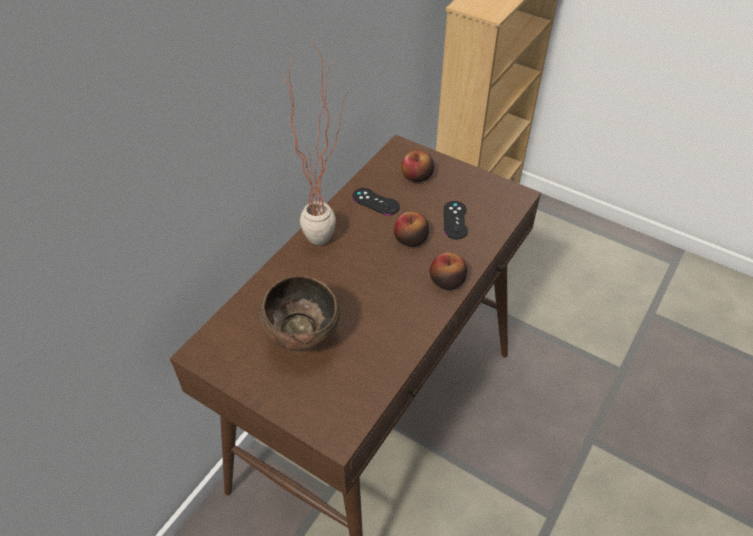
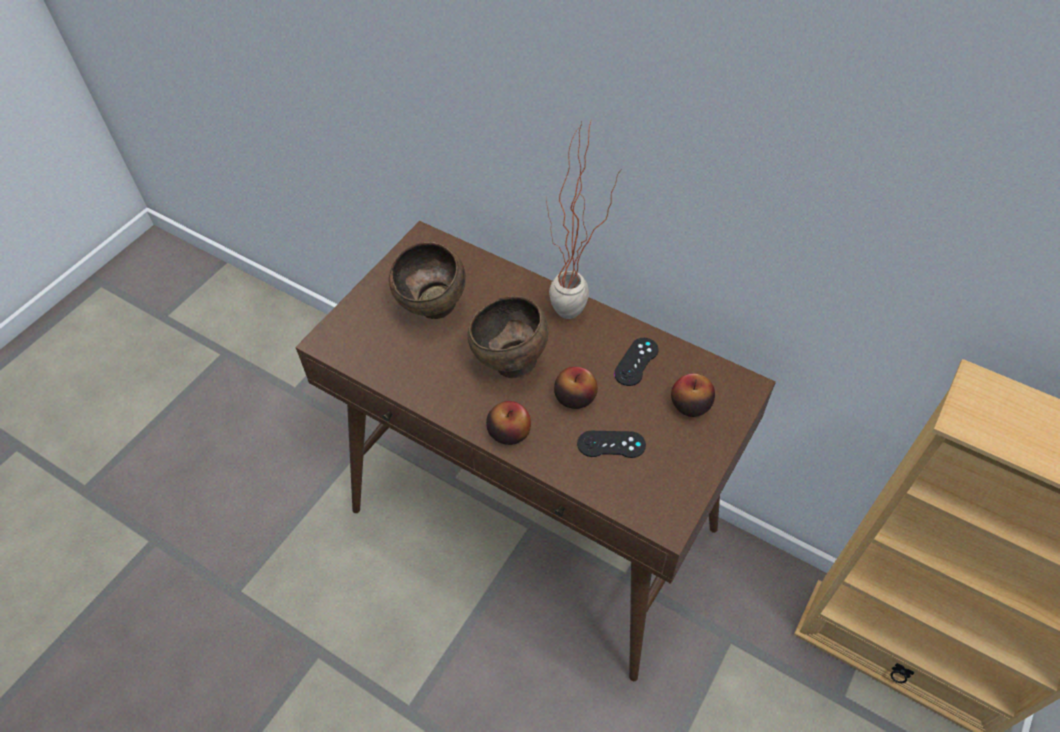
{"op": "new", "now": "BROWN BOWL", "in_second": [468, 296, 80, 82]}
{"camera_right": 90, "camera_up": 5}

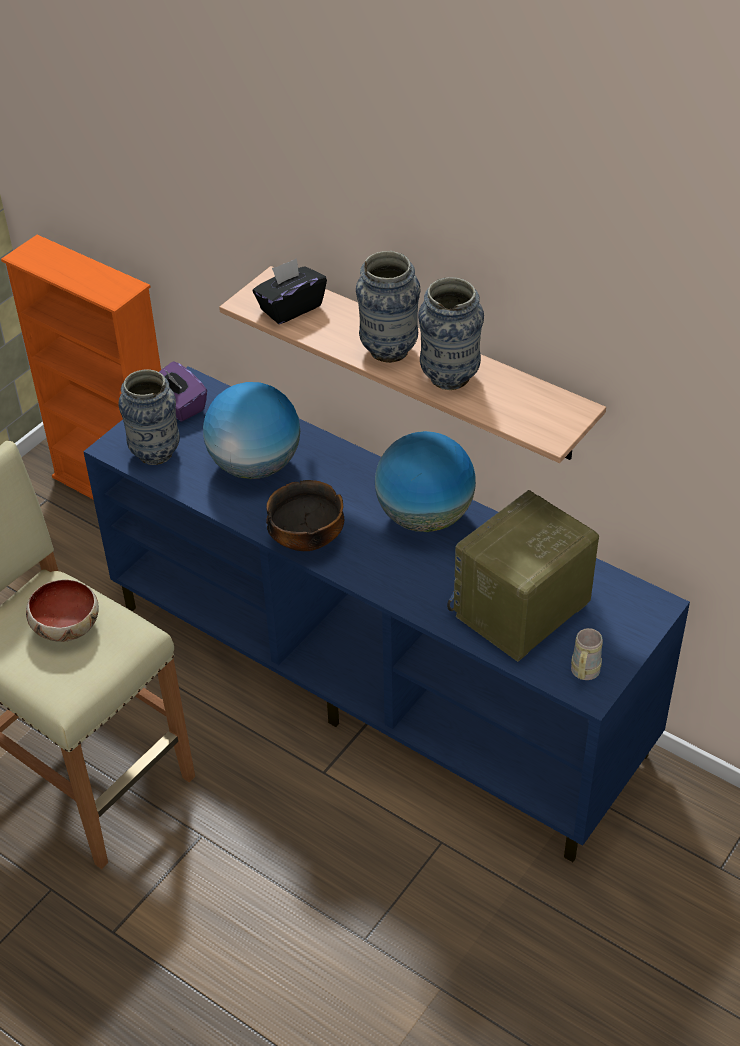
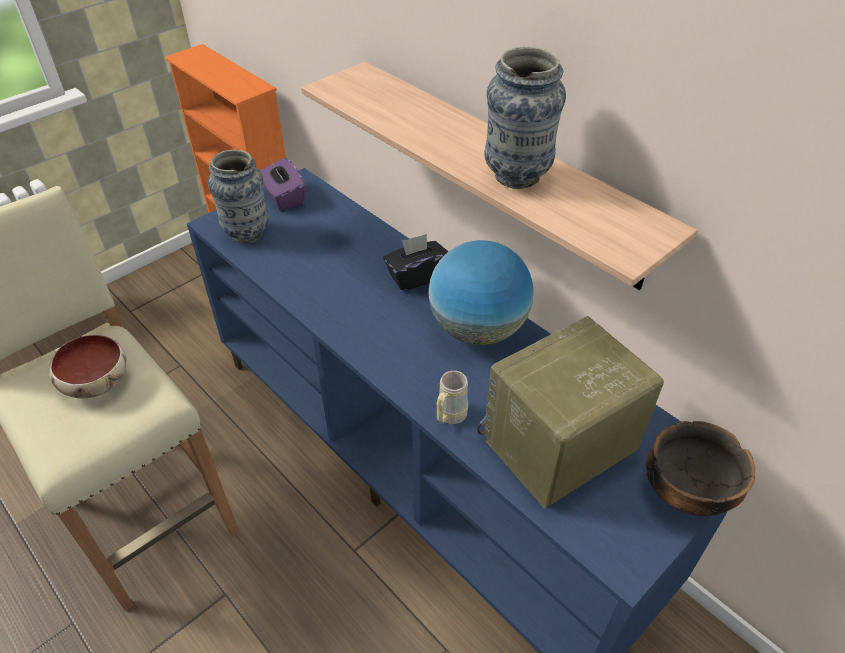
{"op": "gone", "was": "VASE", "in_first": [356, 251, 65, 112]}
{"op": "shifted", "was": "BLACK TISSUE BOX", "in_first": [253, 258, 74, 66], "in_second": [383, 234, 65, 57]}
{"op": "gone", "was": "GLOBE", "in_first": [203, 382, 97, 97]}
{"op": "shifted", "was": "BOWL", "in_first": [266, 480, 78, 71], "in_second": [646, 421, 109, 95]}
{"op": "shifted", "was": "BEIGE MUG", "in_first": [571, 628, 32, 52], "in_second": [437, 371, 31, 53]}
{"camera_right": 10, "camera_up": 0}

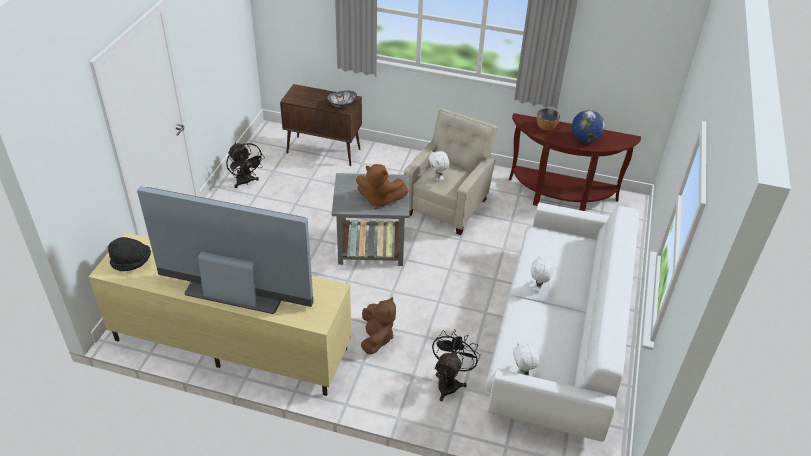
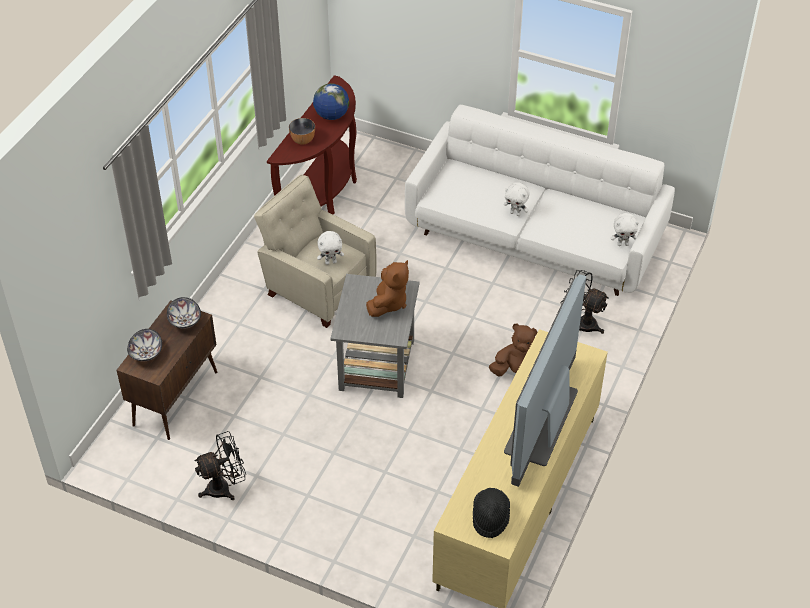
{"op": "new", "now": "BOWL", "in_second": [127, 329, 35, 33]}
{"camera_right": -80, "camera_up": 5}

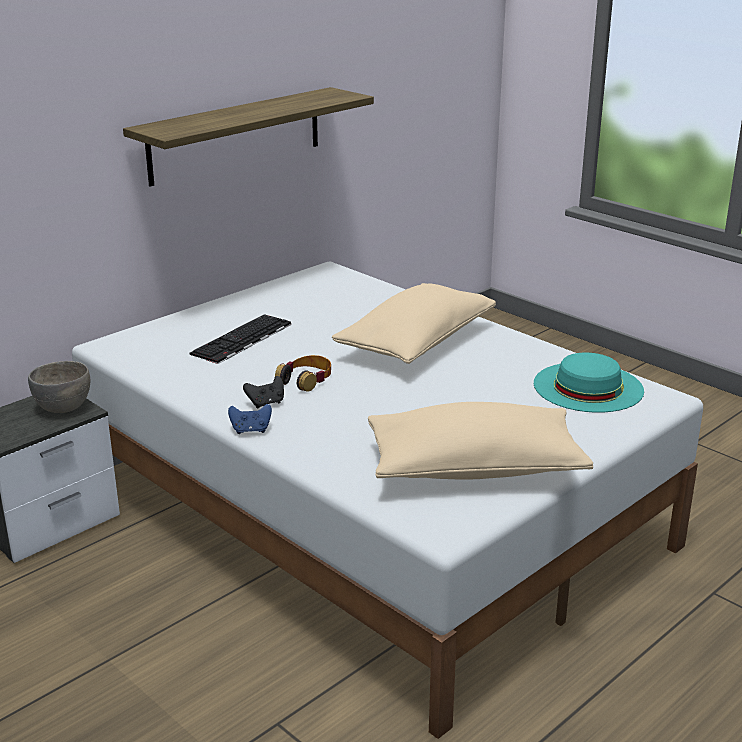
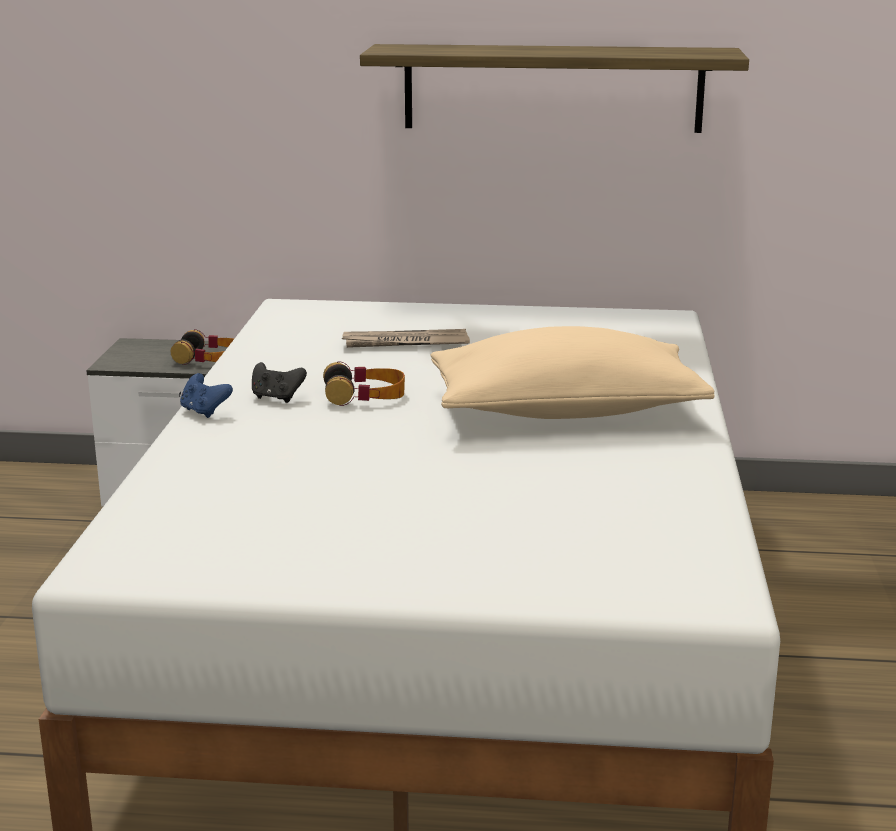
{"op": "swapped", "was": "KEYBOARD", "now": "NEWSPAPER", "in_first": [190, 314, 101, 50], "in_second": [342, 329, 128, 19]}
{"op": "gone", "was": "TURQUOISE HAT", "in_first": [534, 353, 110, 60]}
{"op": "swapped", "was": "GREY BOWL", "now": "HEADPHONES", "in_first": [28, 361, 62, 52], "in_second": [171, 329, 63, 36]}
{"op": "gone", "was": "BEIGE PILLOW", "in_first": [368, 402, 225, 77]}
{"camera_right": 50, "camera_up": -5}

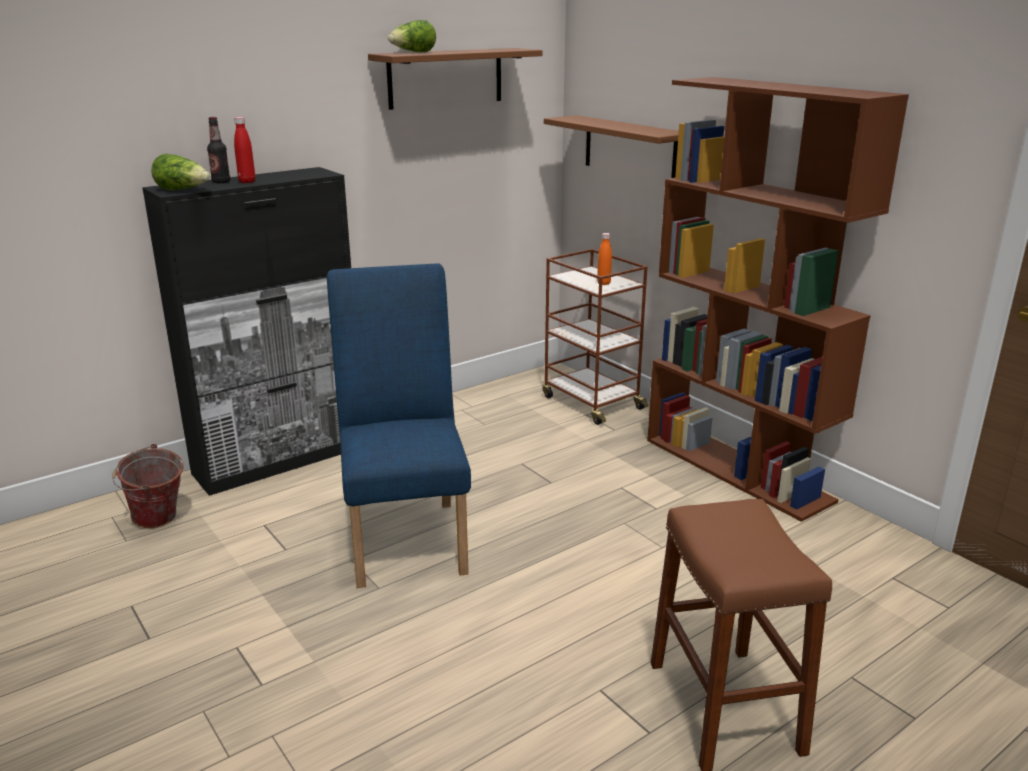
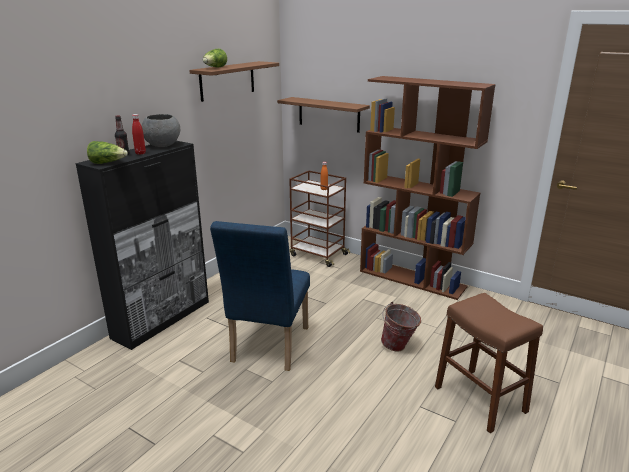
{"op": "rotated", "was": "BLUE CHAIR", "in_first": [327, 263, 144, 325], "in_second": [210, 221, 100, 150], "clockwise": -135}
{"op": "shifted", "was": "BUCKET", "in_first": [112, 444, 72, 84], "in_second": [381, 302, 40, 50]}
{"op": "new", "now": "GREY BOWL", "in_second": [141, 114, 39, 33]}
{"camera_right": -20, "camera_up": 0}

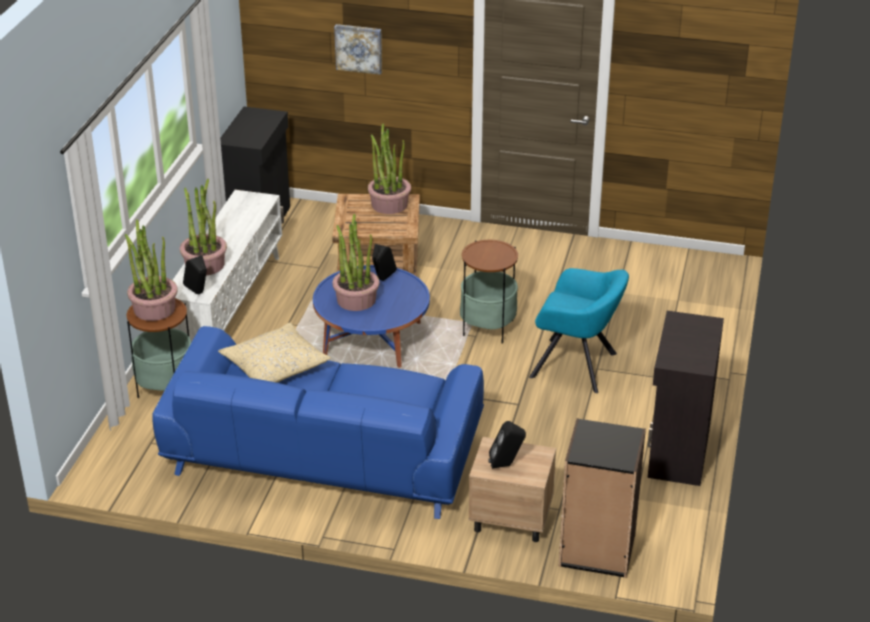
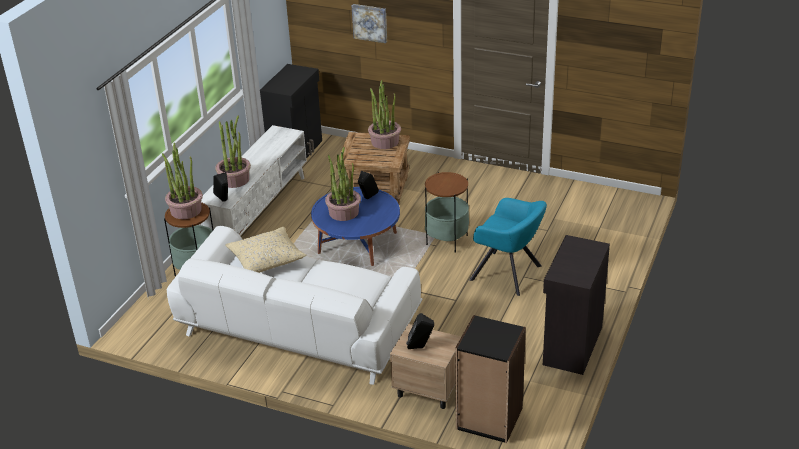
{"op": "repainted", "was": "BLUE SOFA", "now": "WHITE SOFA", "in_first": [152, 326, 332, 193], "in_second": [167, 225, 255, 160]}
{"camera_right": 10, "camera_up": 0}

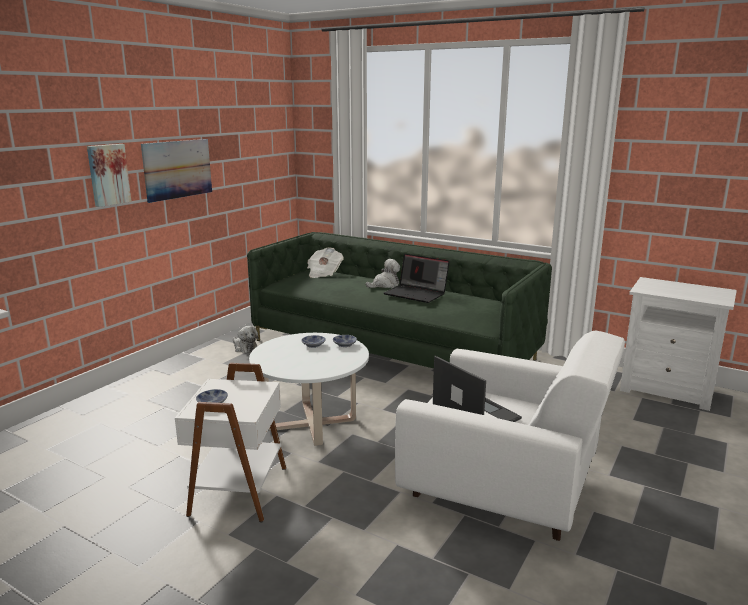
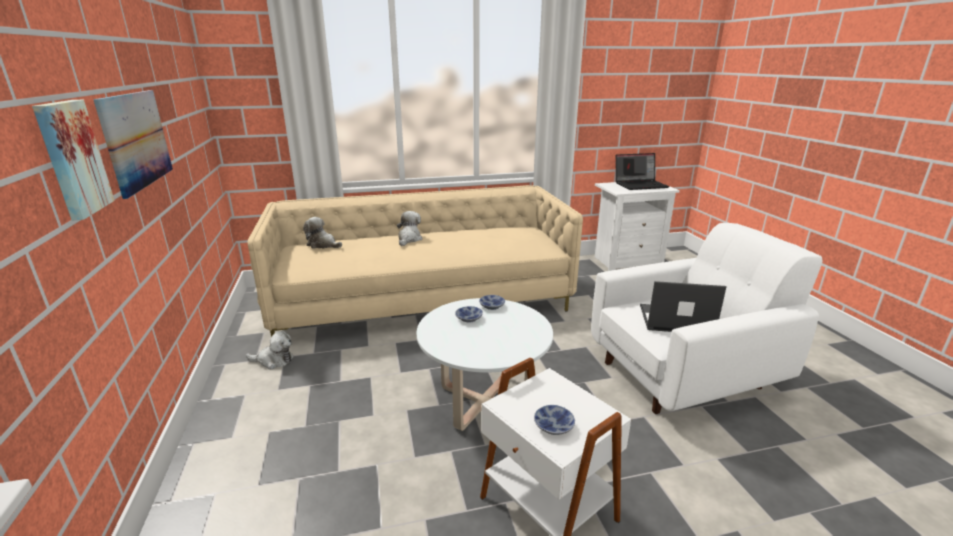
{"op": "repainted", "was": "GREEN SOFA", "now": "BEIGE SOFA", "in_first": [247, 232, 305, 137], "in_second": [248, 185, 335, 152]}
{"op": "swapped", "was": "NEWSPAPER", "now": "PLUSH TOY", "in_first": [307, 247, 37, 31], "in_second": [303, 217, 39, 32]}
{"op": "shifted", "was": "LAPTOP", "in_first": [384, 254, 66, 49], "in_second": [616, 153, 53, 37]}
{"camera_right": -45, "camera_up": 5}

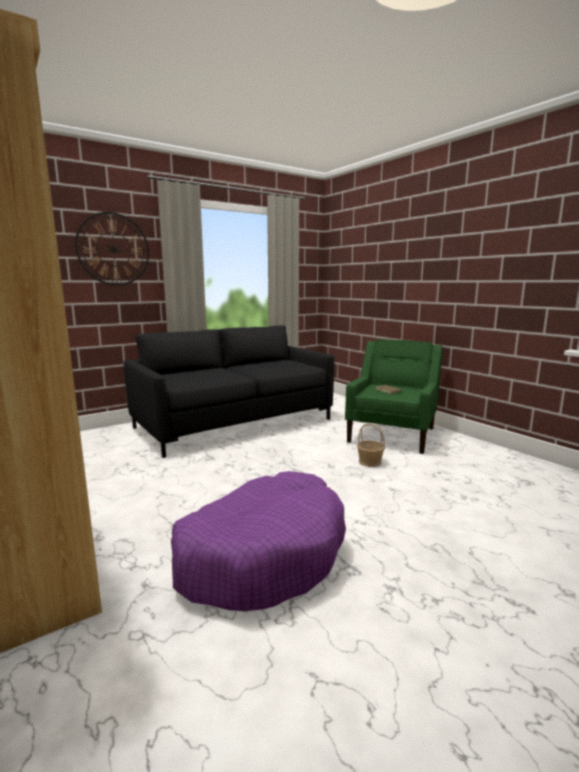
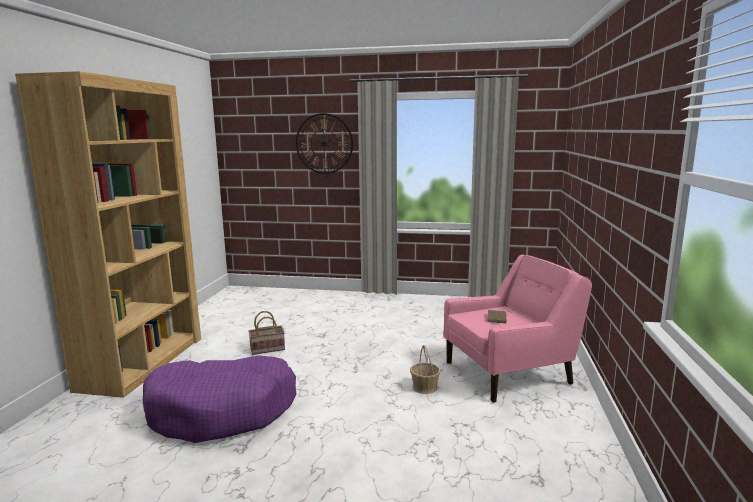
{"op": "gone", "was": "BLACK SOFA", "in_first": [124, 325, 210, 133]}
{"op": "repainted", "was": "GREEN ARMCHAIR", "now": "PINK ARMCHAIR", "in_first": [345, 340, 97, 114], "in_second": [443, 255, 149, 147]}
{"op": "new", "now": "BASKET", "in_second": [248, 311, 37, 44]}
{"camera_right": 45, "camera_up": 0}

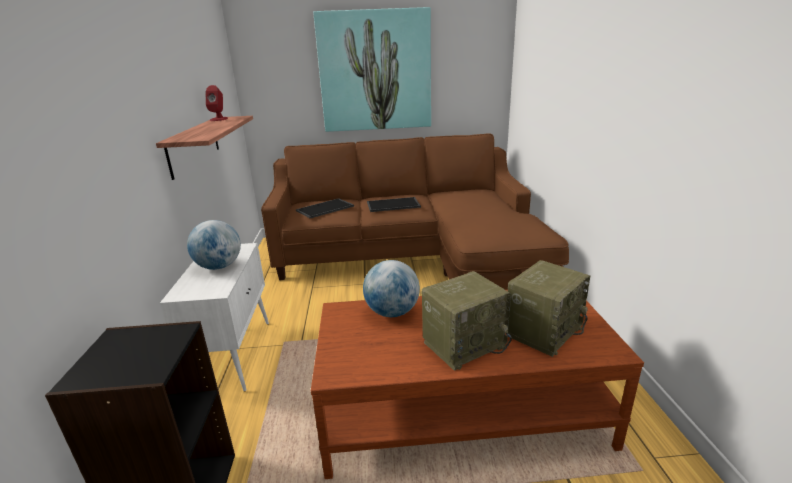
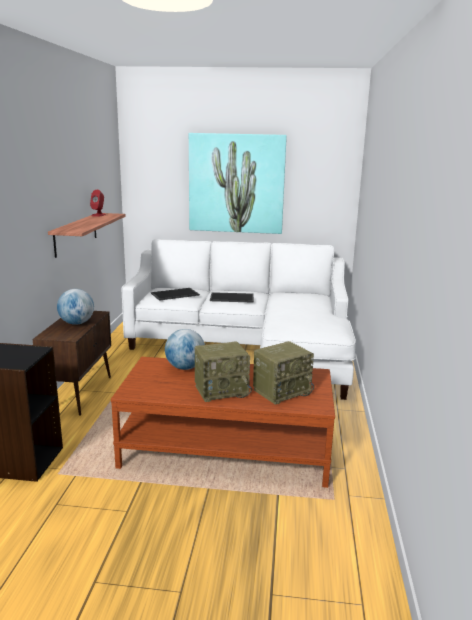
{"op": "repainted", "was": "BROWN SOFA", "now": "WHITE SOFA", "in_first": [261, 133, 308, 157], "in_second": [122, 239, 234, 161]}
{"op": "repainted", "was": "WHITE CABINET", "now": "BROWN CABINET", "in_first": [160, 243, 109, 148], "in_second": [32, 311, 79, 105]}
{"camera_right": 10, "camera_up": -5}

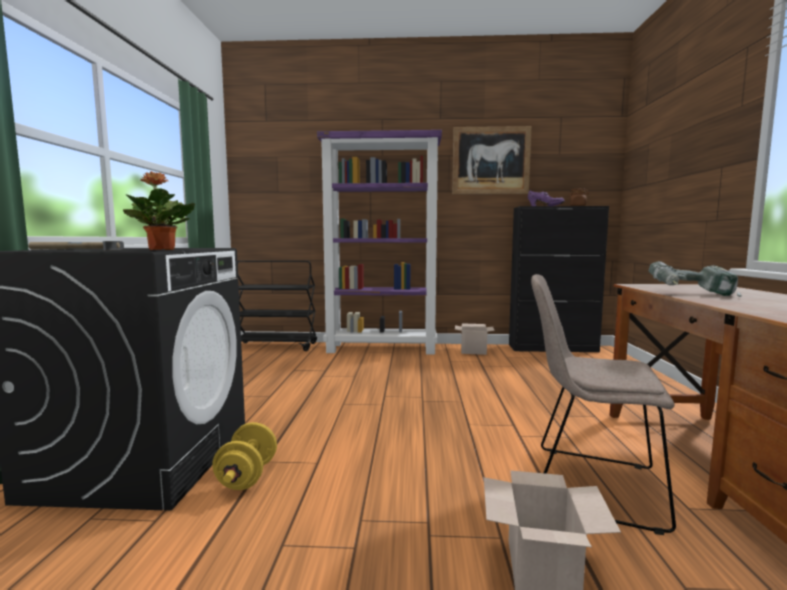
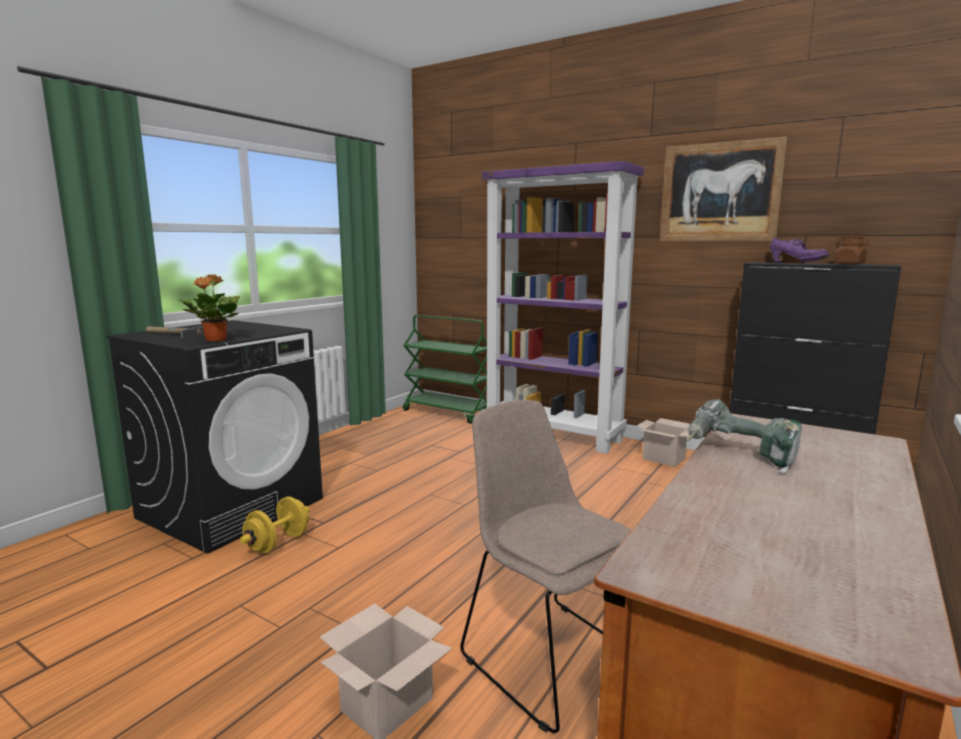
{"op": "repainted", "was": "BLACK CART", "now": "GREEN CART", "in_first": [236, 261, 81, 90], "in_second": [403, 315, 84, 109]}
{"camera_right": 30, "camera_up": 5}

